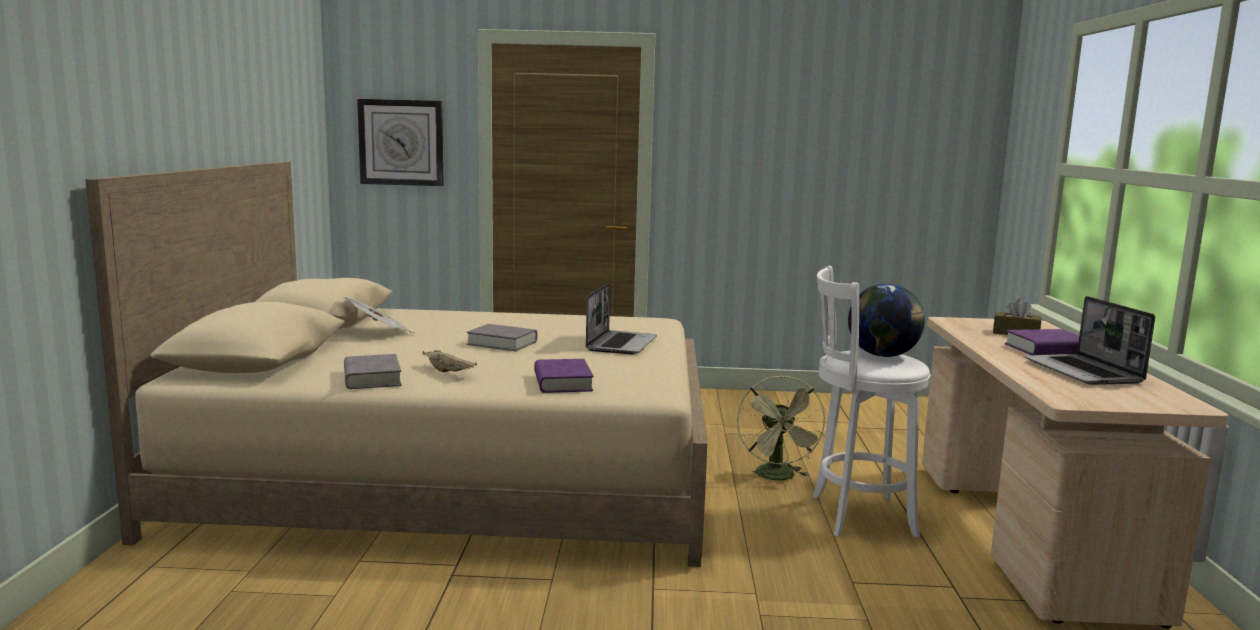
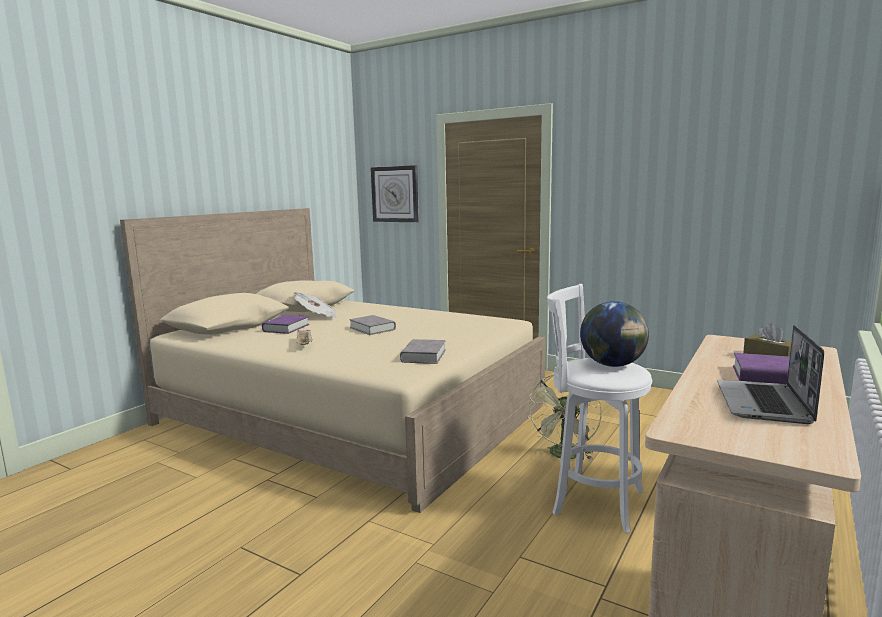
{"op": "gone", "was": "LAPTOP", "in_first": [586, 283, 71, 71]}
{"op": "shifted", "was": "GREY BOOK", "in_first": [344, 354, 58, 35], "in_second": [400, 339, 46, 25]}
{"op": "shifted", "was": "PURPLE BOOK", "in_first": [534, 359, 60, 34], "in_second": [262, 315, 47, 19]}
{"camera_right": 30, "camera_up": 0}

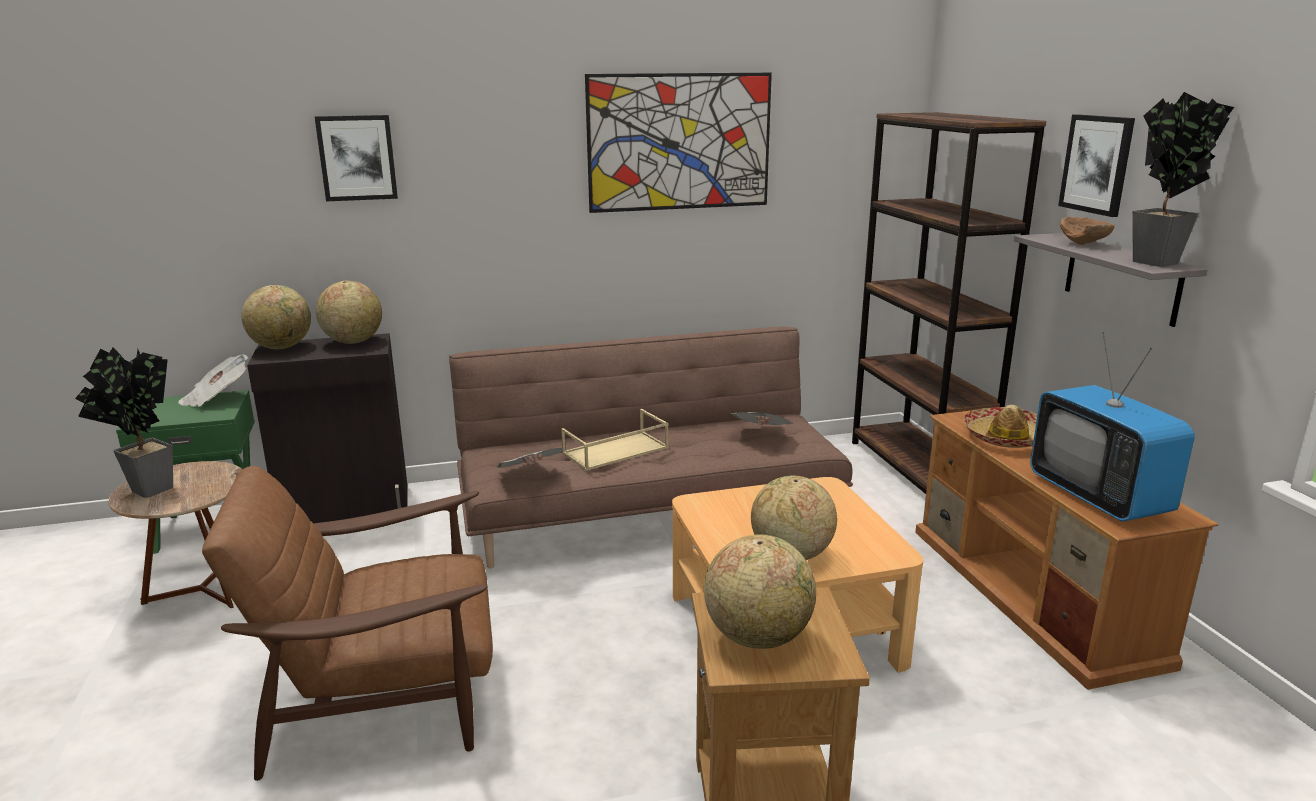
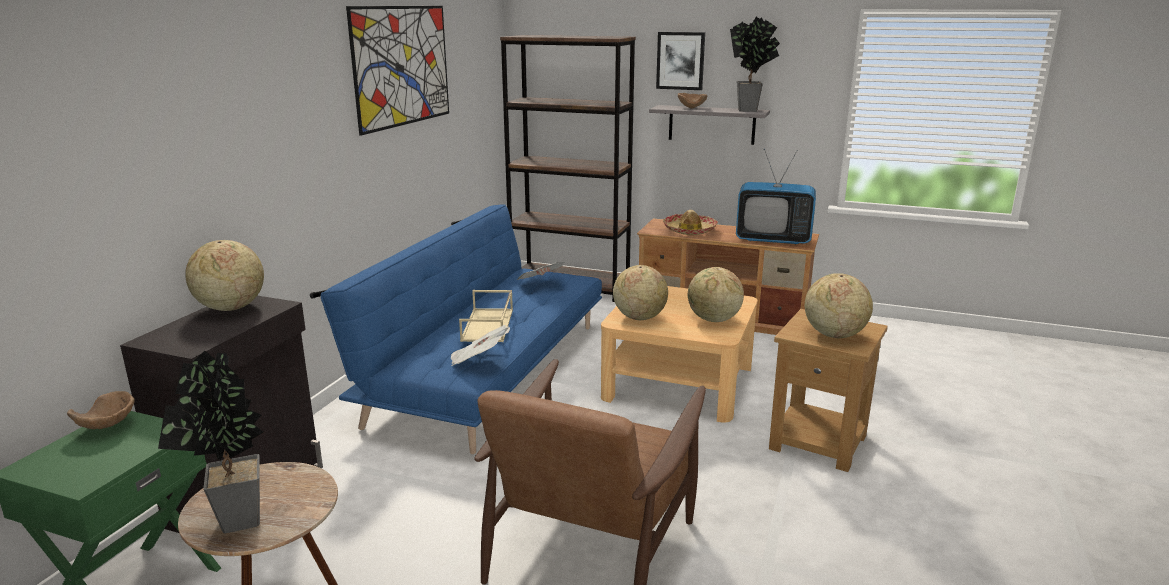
{"op": "gone", "was": "PICTURE", "in_first": [315, 115, 83, 86]}
{"op": "shifted", "was": "GLOBE", "in_first": [242, 285, 69, 64], "in_second": [613, 265, 55, 55]}
{"op": "repainted", "was": "BROWN SOFA", "now": "BLUE SOFA", "in_first": [449, 326, 404, 242], "in_second": [310, 204, 292, 250]}
{"op": "swapped", "was": "NEWSPAPER", "now": "BROWN BOWL", "in_first": [178, 355, 70, 52], "in_second": [67, 391, 68, 38]}
{"camera_right": -55, "camera_up": 0}

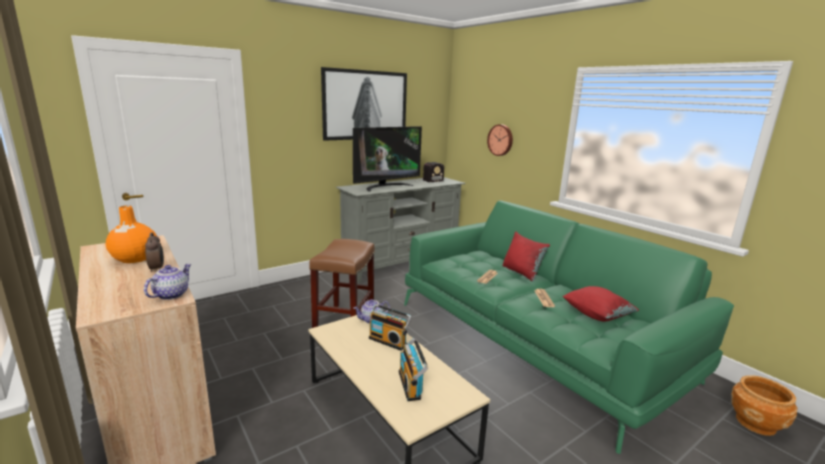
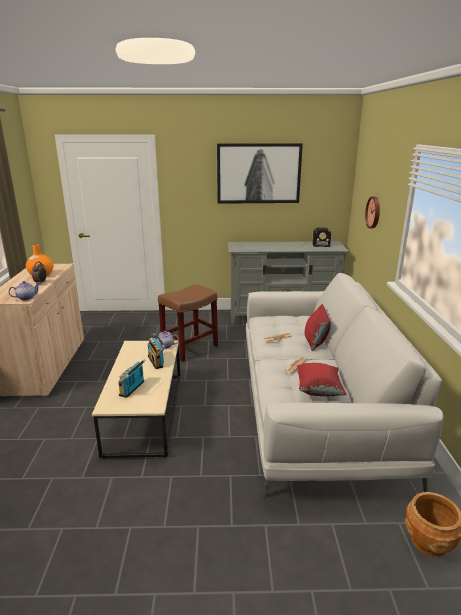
{"op": "gone", "was": "TELEVISION", "in_first": [353, 126, 69, 66]}
{"op": "repainted", "was": "GREEN SOFA", "now": "WHITE SOFA", "in_first": [404, 200, 330, 254], "in_second": [244, 273, 200, 225]}
{"camera_right": 35, "camera_up": 5}

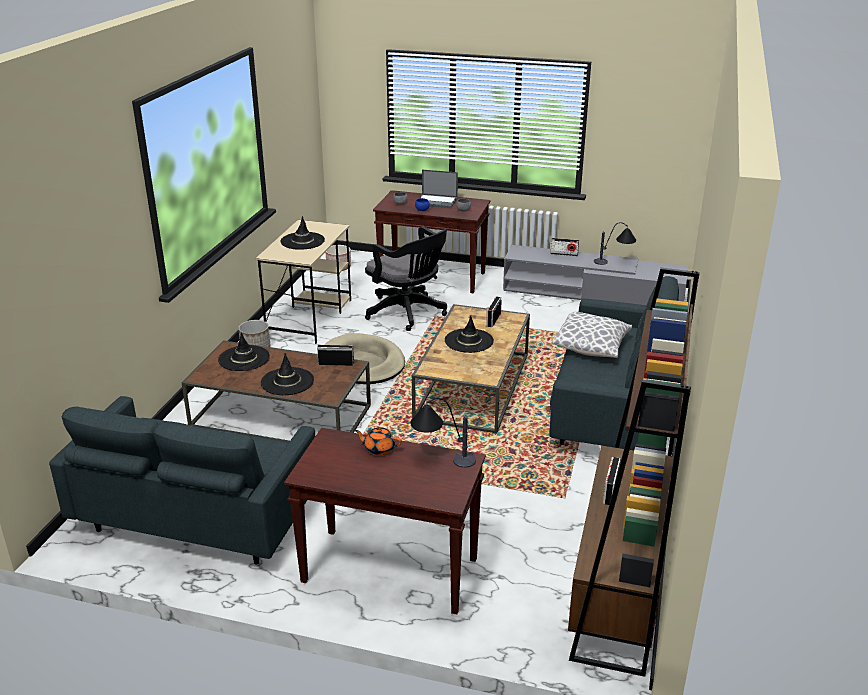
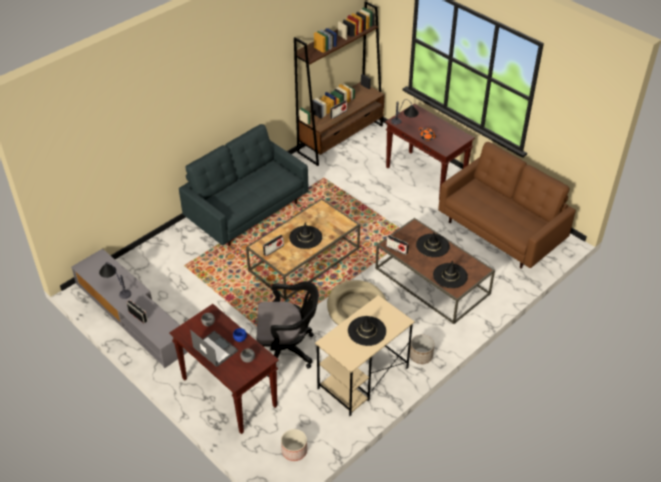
{"op": "rotated", "was": "BLACK OFFICE CHAIR", "in_first": [365, 226, 82, 105], "in_second": [256, 281, 63, 96], "clockwise": 105}
{"op": "gone", "was": "PILLOW", "in_first": [552, 312, 80, 46]}
{"op": "repainted", "was": "GREY SOFA", "now": "BROWN SOFA", "in_first": [49, 396, 267, 168], "in_second": [438, 142, 138, 127]}
{"camera_right": -150, "camera_up": 15}

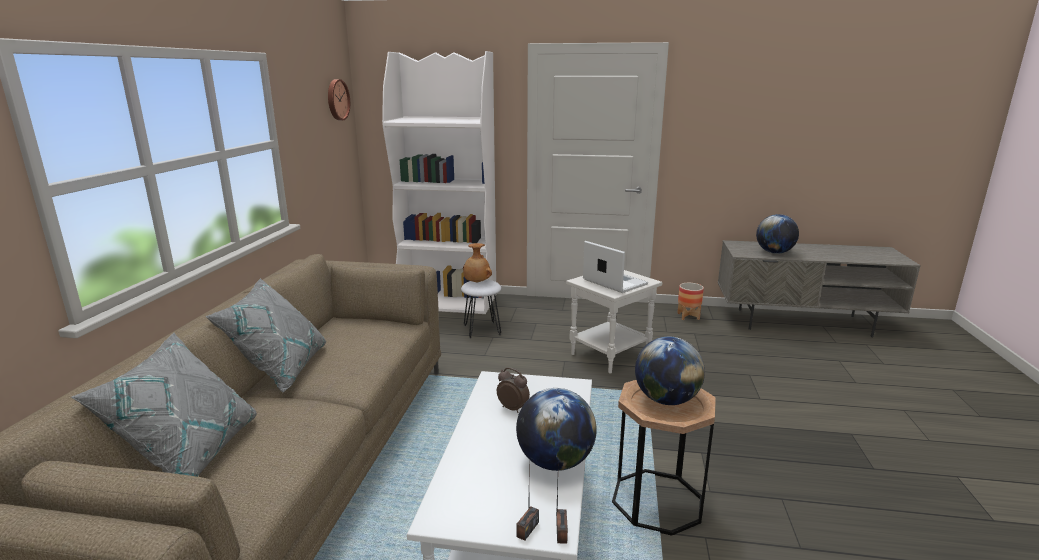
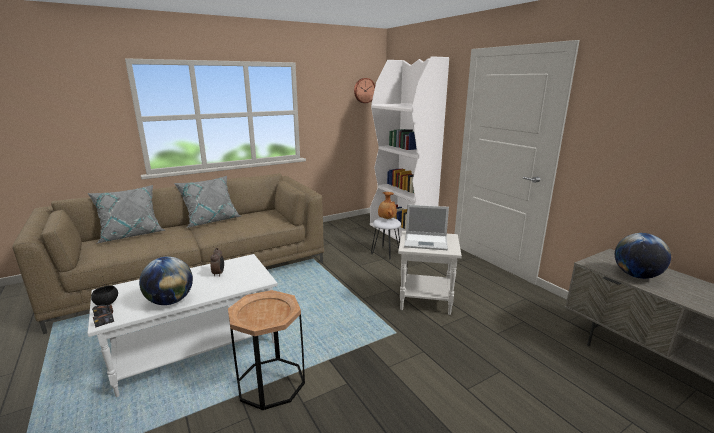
{"op": "rotated", "was": "LAPTOP", "in_first": [583, 241, 65, 52], "in_second": [404, 205, 45, 45], "clockwise": 90}
{"op": "gone", "was": "PLANTER", "in_first": [677, 283, 27, 37]}
{"op": "gone", "was": "GLOBE", "in_first": [635, 337, 70, 68]}
{"op": "new", "now": "BLACK BOWL", "in_second": [91, 285, 27, 21]}
{"camera_right": 50, "camera_up": 0}

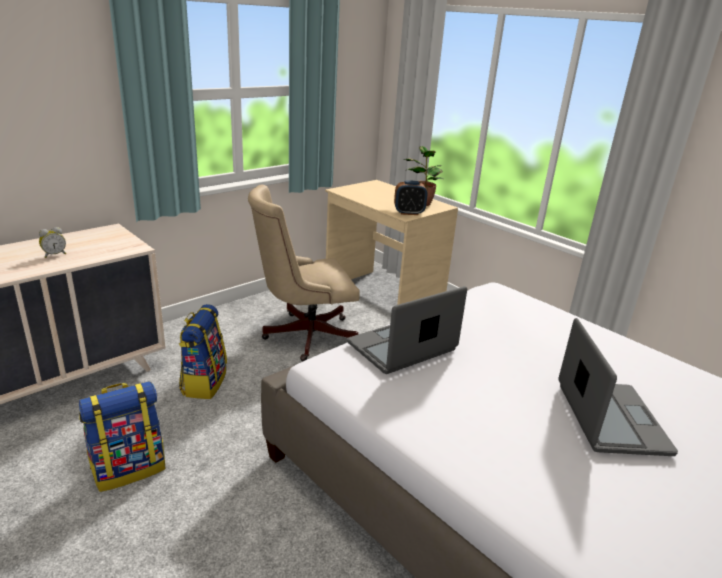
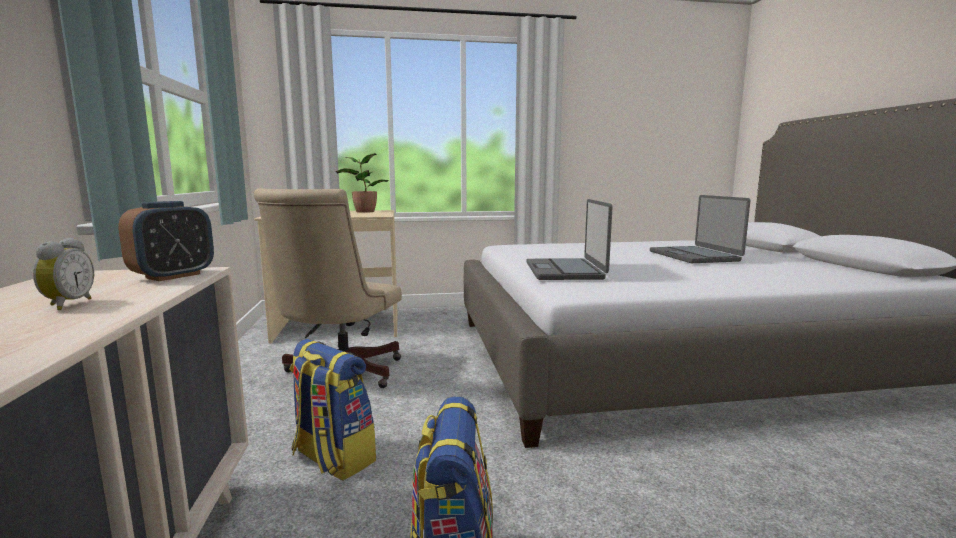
{"op": "shifted", "was": "ALARM CLOCK", "in_first": [394, 181, 33, 34], "in_second": [118, 201, 96, 80]}
{"op": "rotated", "was": "LAPTOP", "in_first": [558, 318, 120, 138], "in_second": [650, 195, 100, 68], "clockwise": -135}
{"camera_right": -55, "camera_up": -15}

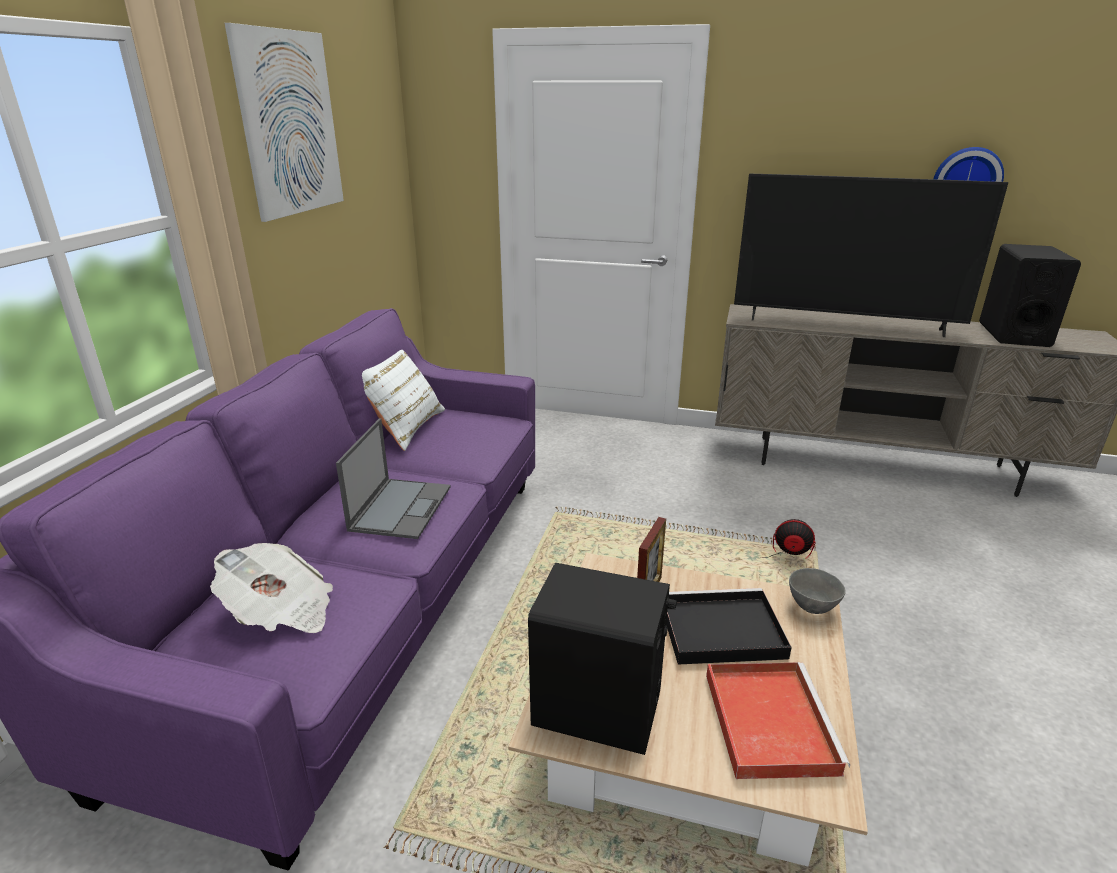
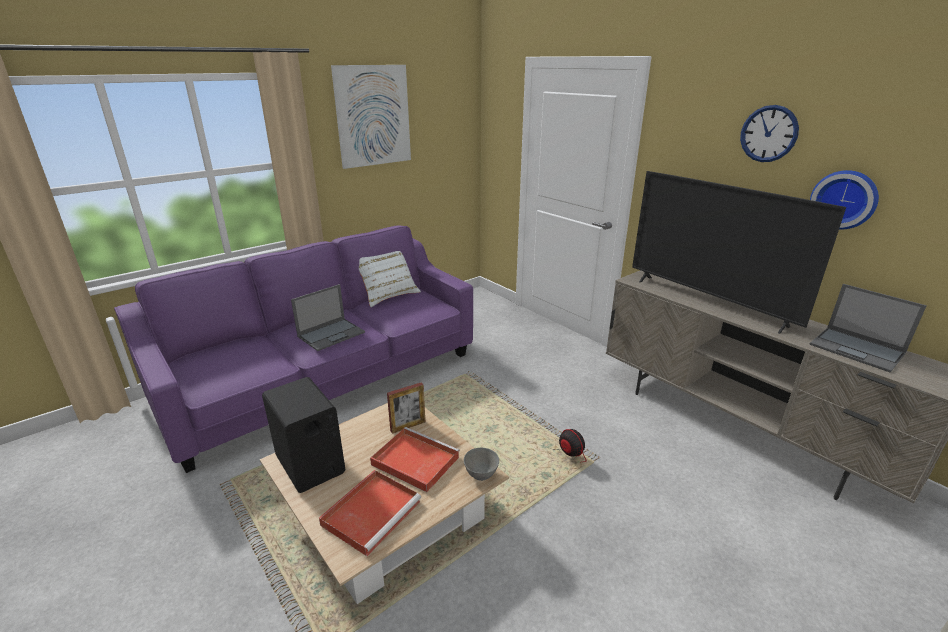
{"op": "swapped", "was": "BLACK SPEAKER", "now": "LAPTOP", "in_first": [979, 244, 102, 103], "in_second": [810, 284, 117, 89]}
{"op": "gone", "was": "NEWSPAPER", "in_first": [210, 543, 123, 90]}
{"op": "repainted", "was": "BLACK TRAY", "now": "RED TRAY", "in_first": [666, 588, 126, 77], "in_second": [370, 427, 90, 65]}
{"op": "new", "now": "WALL CLOCK", "in_second": [740, 105, 59, 57]}
{"camera_right": 35, "camera_up": 0}

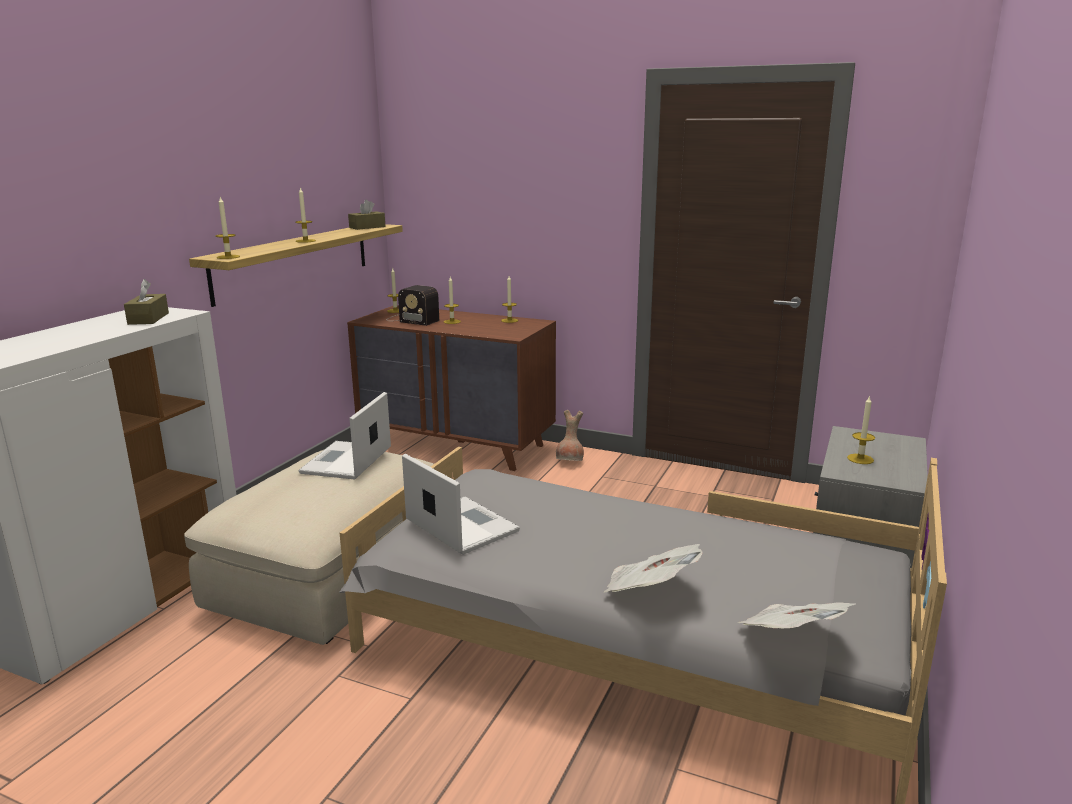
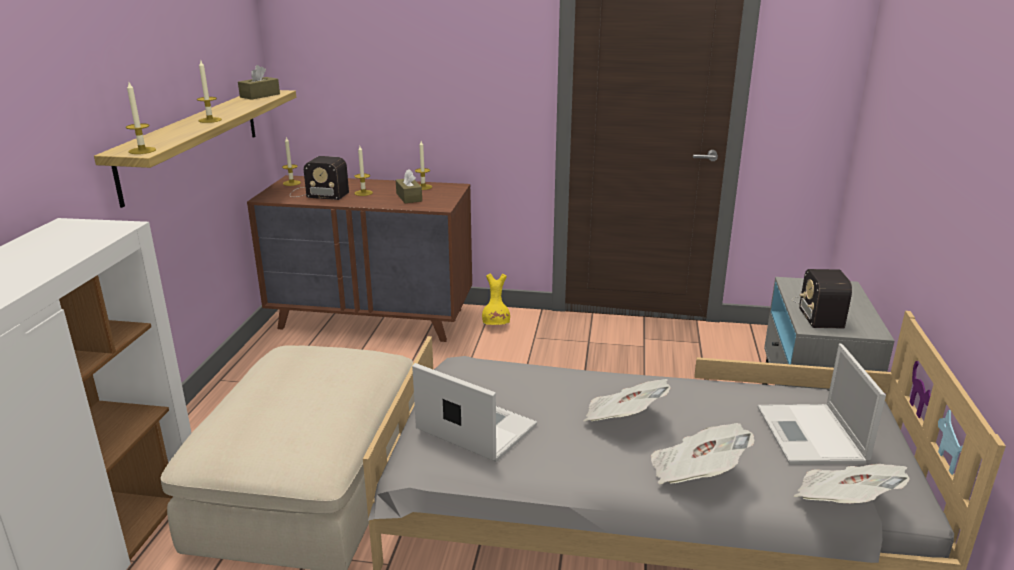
{"op": "shifted", "was": "BROWN TISSUE BOX", "in_first": [124, 279, 45, 46], "in_second": [396, 169, 26, 34]}
{"op": "shifted", "was": "LAPTOP", "in_first": [298, 392, 93, 88], "in_second": [758, 343, 128, 122]}
{"op": "swapped", "was": "CANDLE", "now": "RADIO", "in_first": [847, 395, 28, 69], "in_second": [792, 269, 60, 60]}
{"op": "repainted", "was": "BROWN VASE", "now": "YELLOW VASE", "in_first": [556, 410, 28, 51], "in_second": [482, 273, 28, 52]}
{"op": "new", "now": "NEWSPAPER", "in_second": [584, 379, 87, 42]}
{"camera_right": -15, "camera_up": 5}

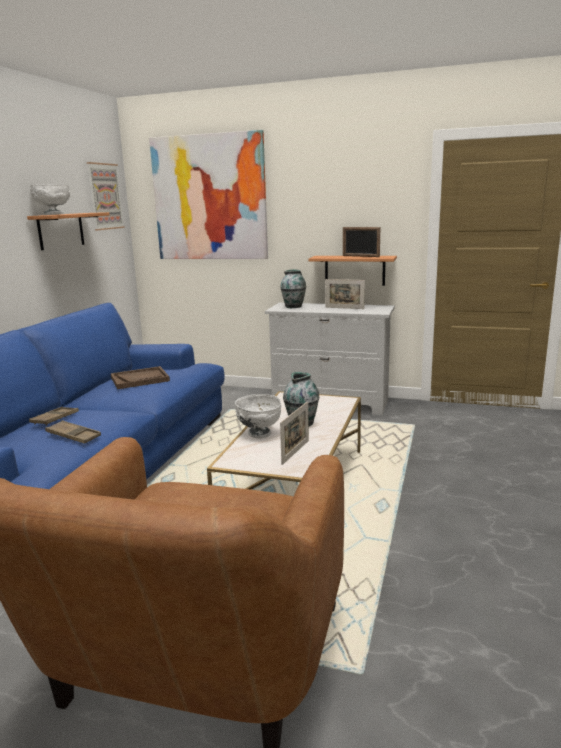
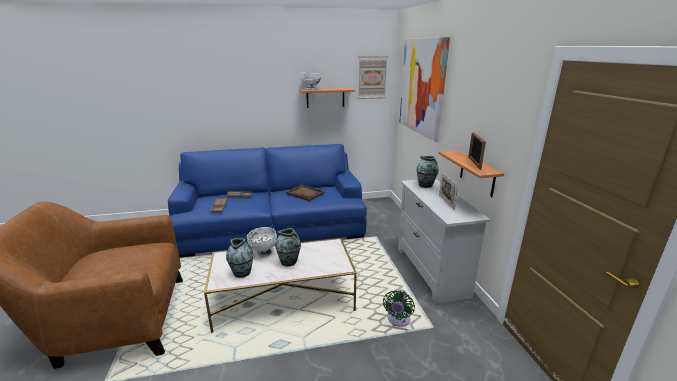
{"op": "swapped", "was": "PICTURE FRAME", "now": "VASE", "in_first": [280, 401, 29, 64], "in_second": [226, 238, 27, 40]}
{"op": "new", "now": "GREEN FAN", "in_second": [383, 289, 32, 38]}
{"camera_right": 60, "camera_up": 5}

